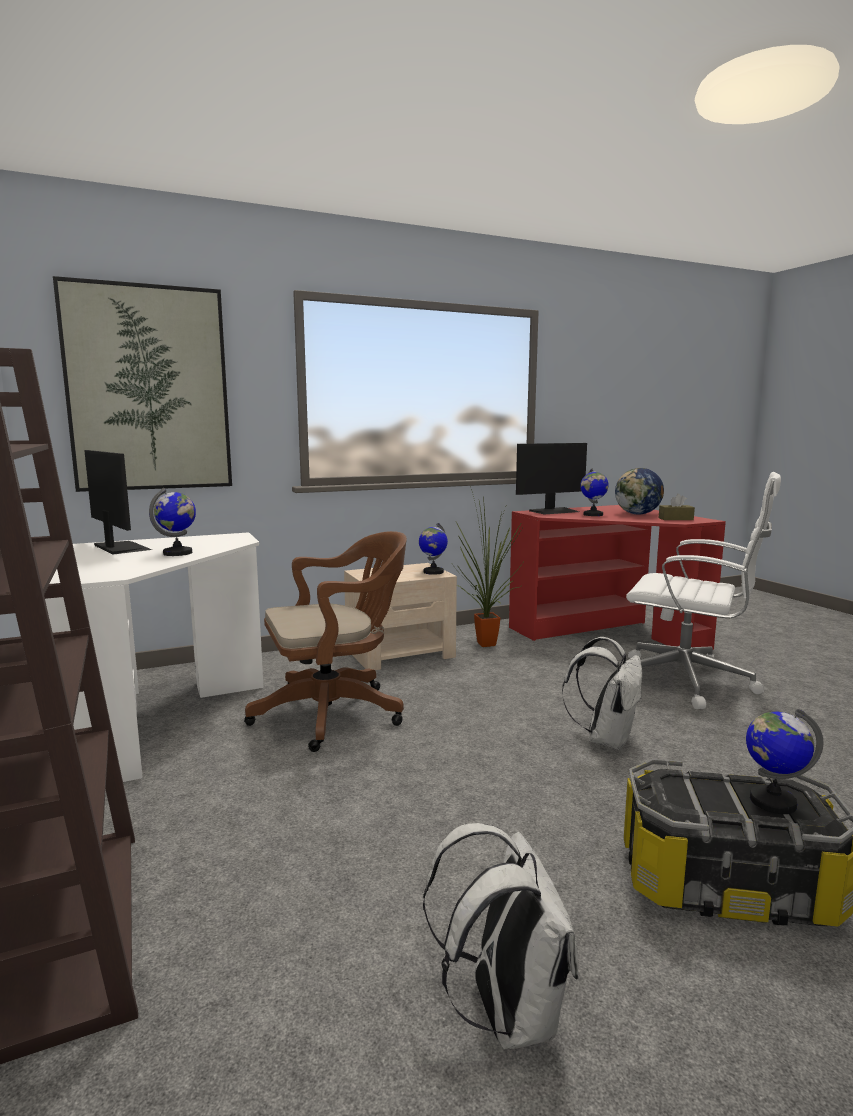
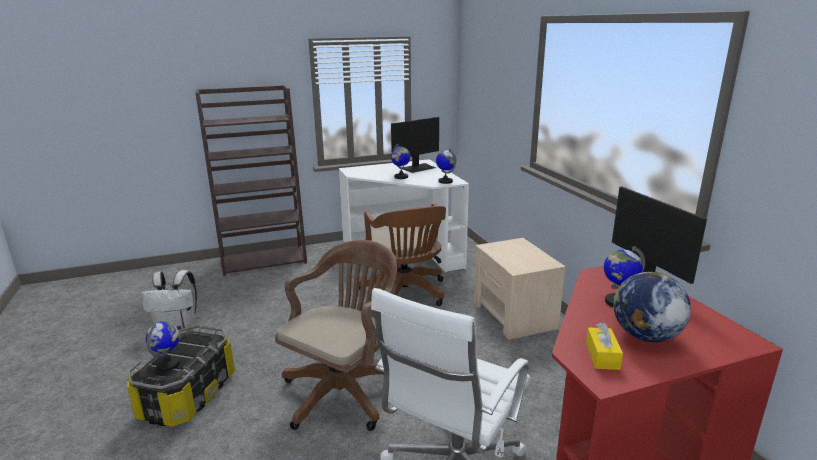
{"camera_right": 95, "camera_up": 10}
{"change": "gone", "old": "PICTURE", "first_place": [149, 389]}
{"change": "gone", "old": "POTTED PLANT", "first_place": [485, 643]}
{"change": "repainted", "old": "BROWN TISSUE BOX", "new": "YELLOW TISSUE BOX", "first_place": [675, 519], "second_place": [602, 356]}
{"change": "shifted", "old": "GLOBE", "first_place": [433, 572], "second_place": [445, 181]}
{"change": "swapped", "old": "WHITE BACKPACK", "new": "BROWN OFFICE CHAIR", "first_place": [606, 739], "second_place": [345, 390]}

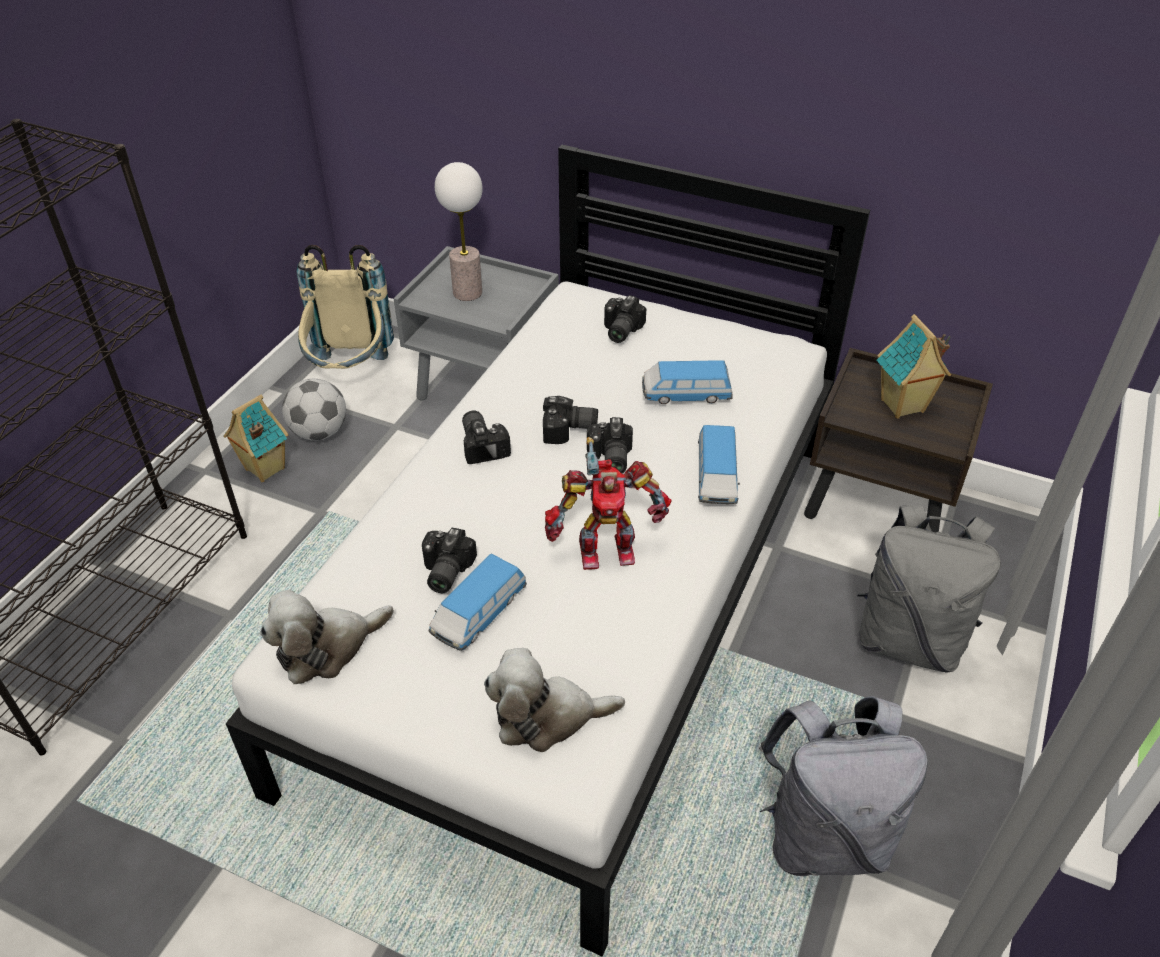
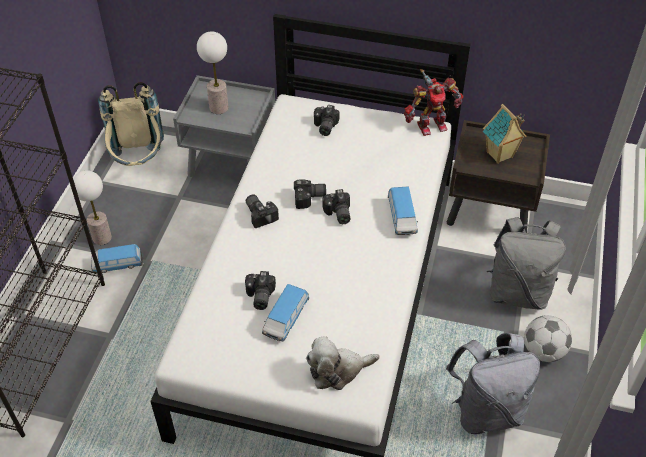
{"camera_right": -10, "camera_up": 5}
{"change": "shifted", "old": "TOY CAR", "first_place": [686, 395], "second_place": [117, 264]}
{"change": "shifted", "old": "FOOTBALL", "first_place": [319, 432], "second_place": [543, 351]}
{"change": "swapped", "old": "TOY HOUSE", "new": "TABLE LAMP", "first_place": [264, 469], "second_place": [101, 238]}
{"change": "shifted", "old": "TOY ROBOT", "first_place": [605, 548], "second_place": [430, 125]}
{"change": "gone", "old": "PLUSH TOY", "first_place": [326, 648]}

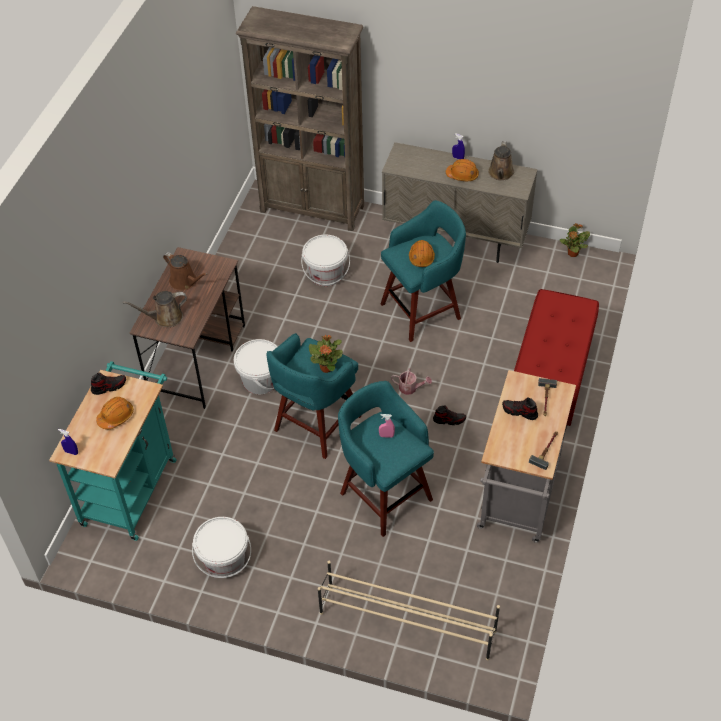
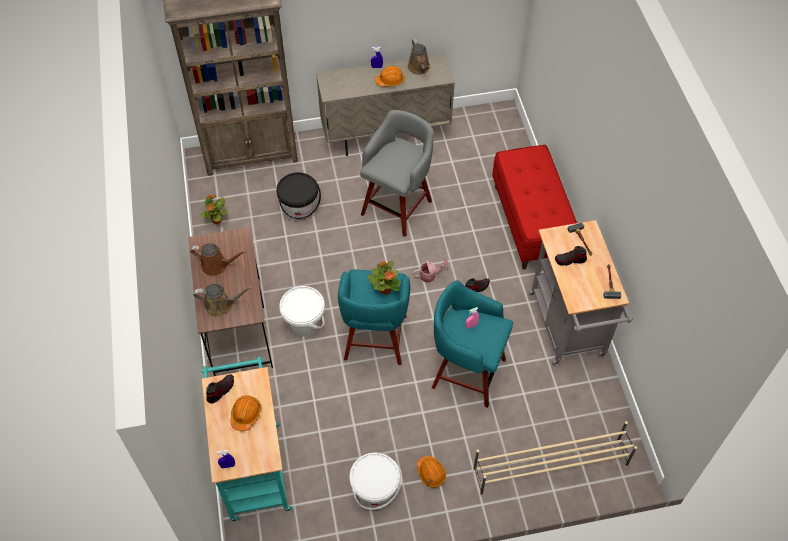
{"camera_right": -30, "camera_up": 5}
{"change": "repainted", "old": "TURQUOISE STOOL", "new": "GREY STOOL", "first_place": [423, 310], "second_place": [398, 206]}
{"change": "shifted", "old": "POTTED PLANT", "first_place": [572, 254], "second_place": [216, 221]}
{"change": "repainted", "old": "WHITE BUCKET", "new": "BLACK BUCKET", "first_place": [326, 274], "second_place": [299, 207]}
{"change": "shifted", "old": "ORANGE HARD HAT", "first_place": [421, 257], "second_place": [431, 473]}
{"change": "rotated", "old": "BROWN WATERING CAN", "first_place": [165, 318], "second_place": [221, 305], "degrees": -135}

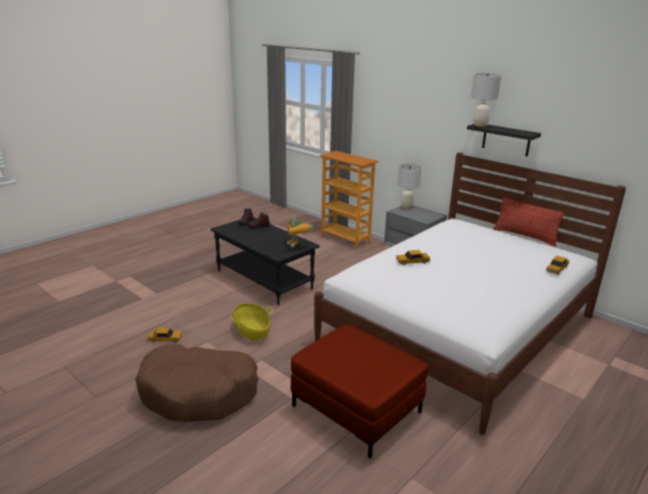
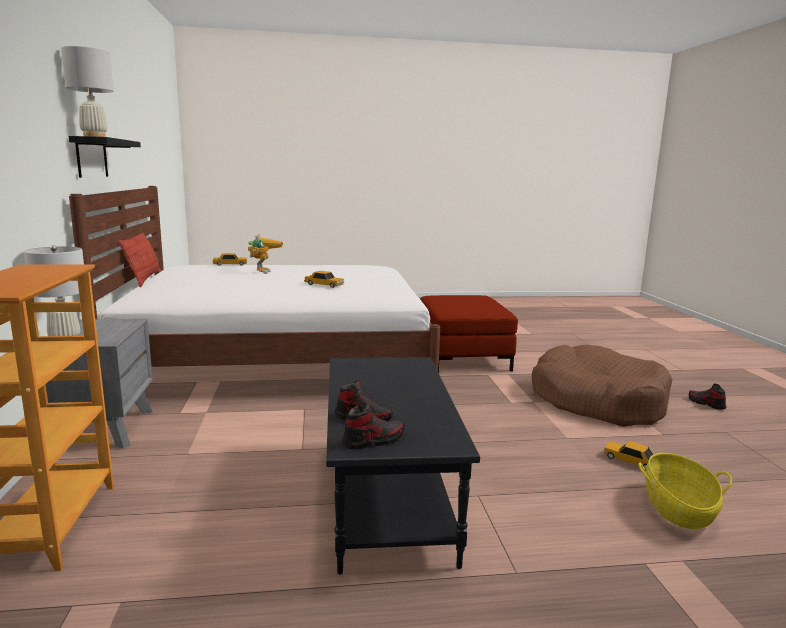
{"camera_right": -140, "camera_up": -10}
{"change": "shifted", "old": "TOY ROBOT", "first_place": [297, 246], "second_place": [262, 271]}
{"change": "shifted", "old": "BASKET", "first_place": [252, 331], "second_place": [678, 509]}
{"change": "new", "new": "SHOE", "second_place": [706, 404]}

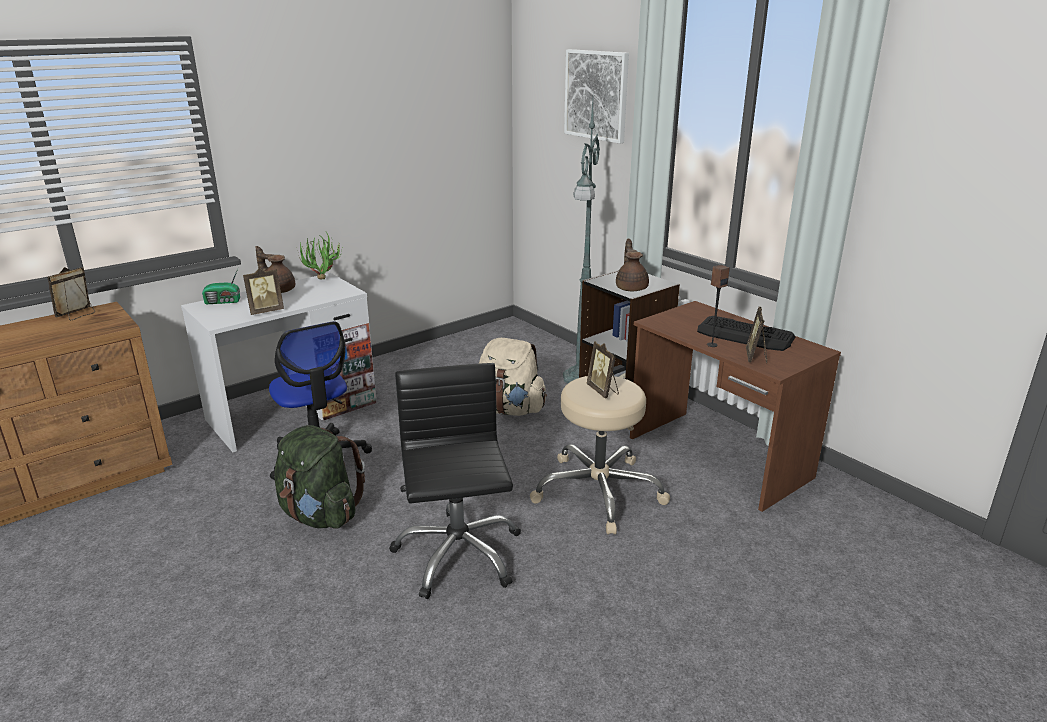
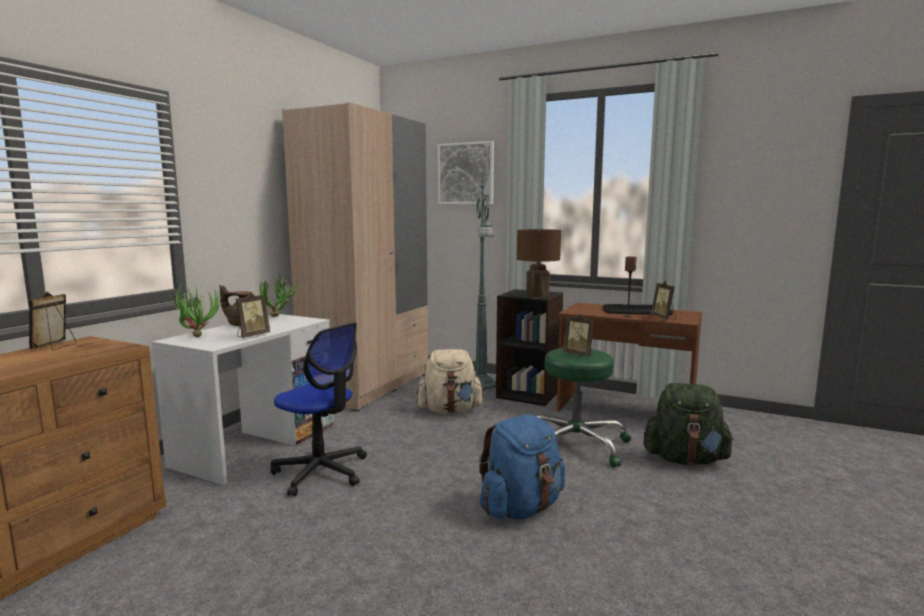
{"camera_right": -25, "camera_up": -15}
{"change": "swapped", "old": "BROWN TEAPOT", "new": "BROWN TABLE LAMP", "first_place": [631, 288], "second_place": [537, 295]}
{"change": "swapped", "old": "RADIO", "new": "POTTED PLANT", "first_place": [223, 302], "second_place": [197, 335]}
{"change": "swapped", "old": "BLACK OFFICE CHAIR", "new": "BLUE BACKPACK", "first_place": [457, 554], "second_place": [521, 508]}
{"change": "repainted", "old": "BEIGE STOOL", "new": "GREEN STOOL", "first_place": [599, 491], "second_place": [575, 444]}
{"change": "shifted", "old": "GREEN BACKPACK", "first_place": [320, 515], "second_place": [685, 459]}
{"change": "new", "new": "BEIGE WARDROBE", "second_place": [368, 386]}

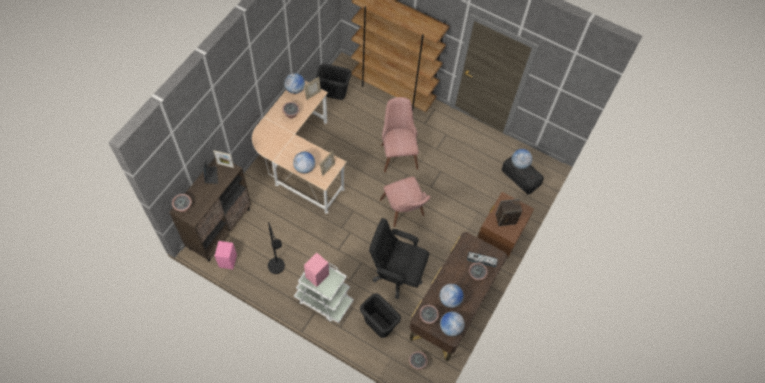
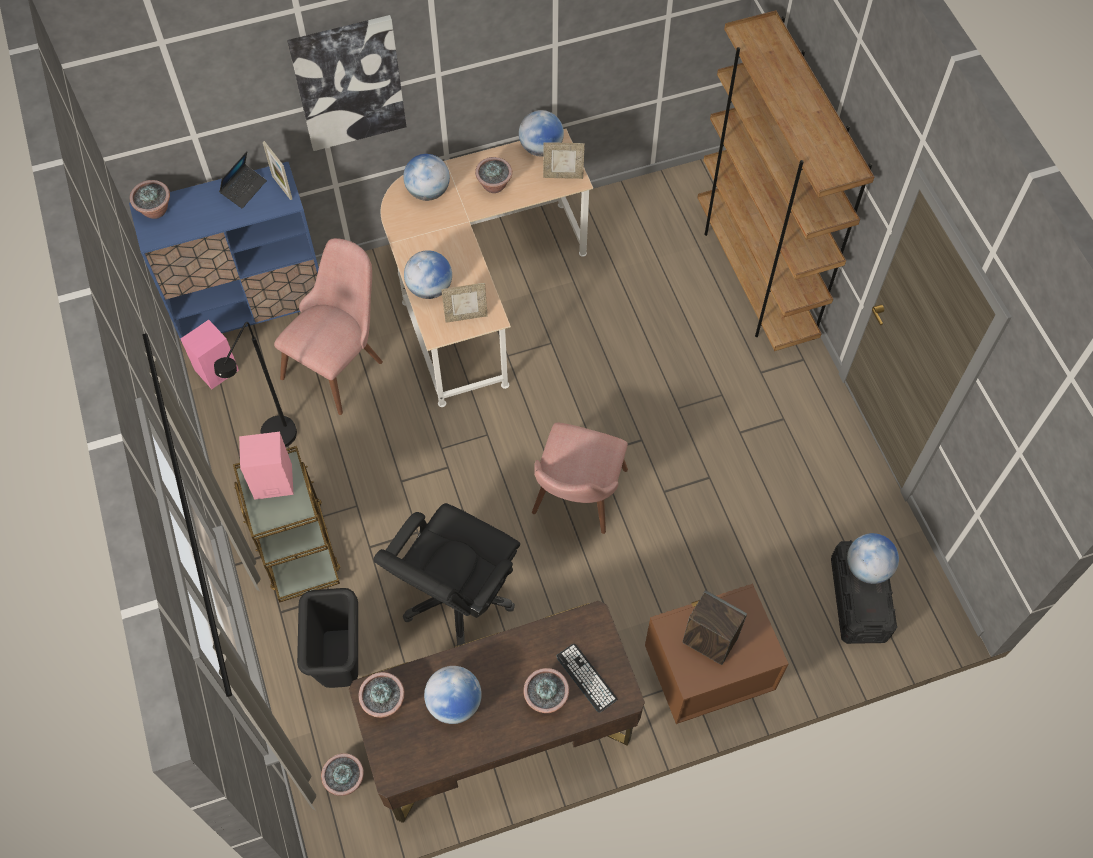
{"camera_right": 45, "camera_up": 0}
{"change": "gone", "old": "BLACK TRASH CAN", "first_place": [334, 97]}
{"change": "shifted", "old": "PINK CHAIR", "first_place": [398, 151], "second_place": [340, 361]}
{"change": "repainted", "old": "BROWN CABINET", "new": "BLUE CABINET", "first_place": [220, 228], "second_place": [253, 311]}
{"change": "rotated", "old": "BLACK OFFICE CHAIR", "first_place": [396, 274], "second_place": [457, 599], "degrees": -120}
{"change": "repainted", "old": "WHITE CART", "new": "BROWN CART", "first_place": [323, 300], "second_place": [298, 547]}
{"change": "shifted", "old": "GLOBE", "first_place": [450, 327], "second_place": [428, 192]}
{"change": "new", "new": "PICTURE", "second_place": [349, 83]}

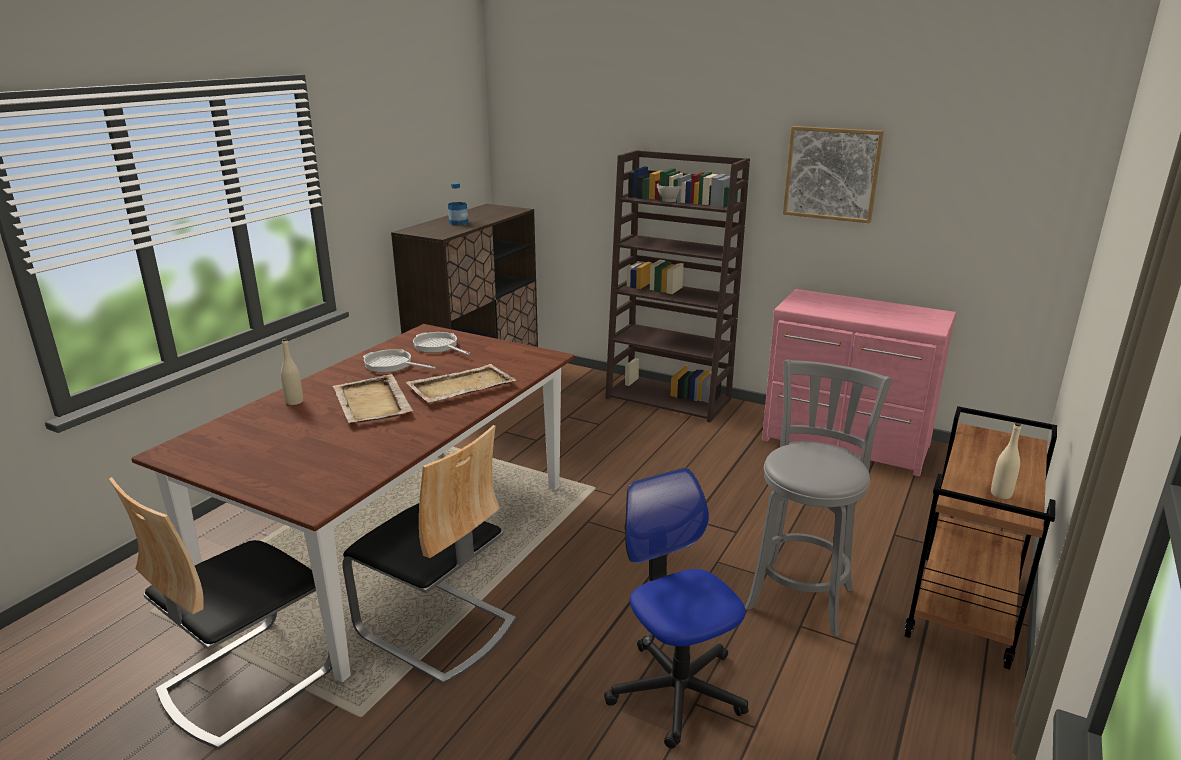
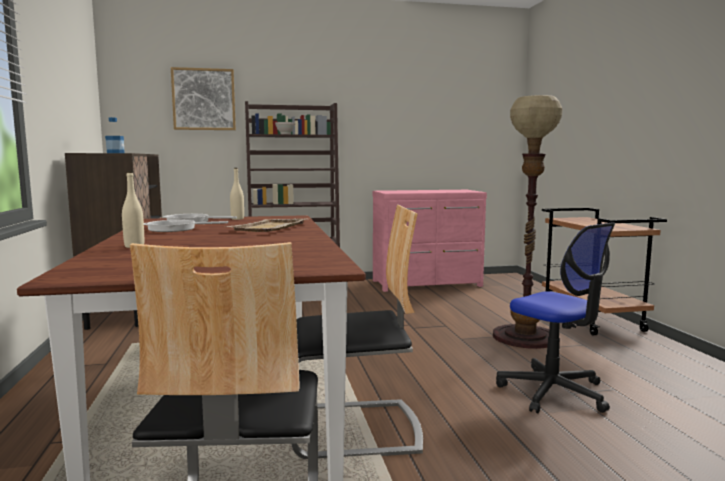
{"camera_right": -40, "camera_up": -15}
{"change": "shifted", "old": "PICTURE", "first_place": [831, 174], "second_place": [204, 99]}
{"change": "swapped", "old": "GREY STOOL", "new": "FLOOR LAMP", "first_place": [801, 595], "second_place": [525, 337]}
{"change": "gone", "old": "BEIGE TRAY", "first_place": [372, 403]}
{"change": "shifted", "old": "BEIGE BOTTLE", "first_place": [1001, 494], "second_place": [237, 219]}
{"change": "rotated", "old": "OFFICE CHAIR", "first_place": [677, 690], "second_place": [553, 392], "degrees": -150}

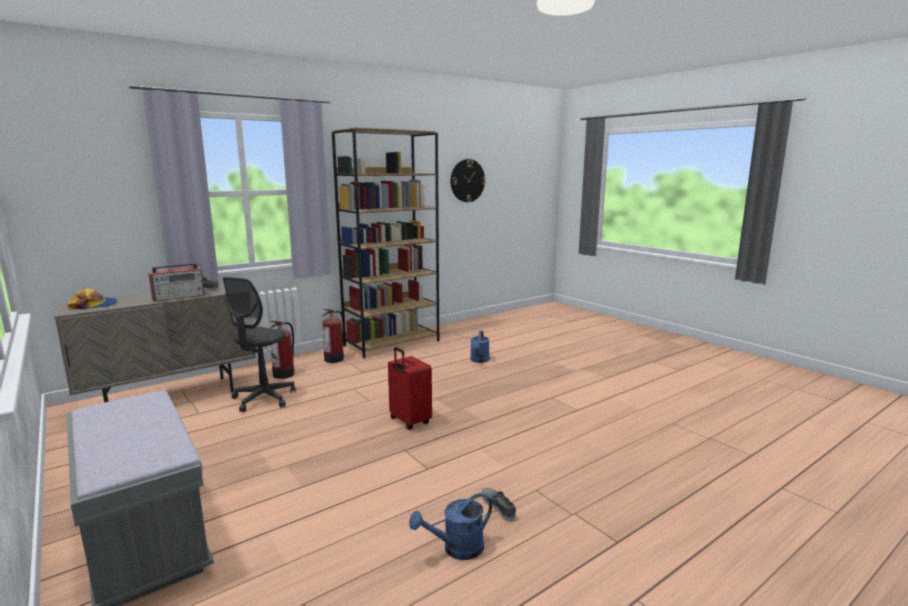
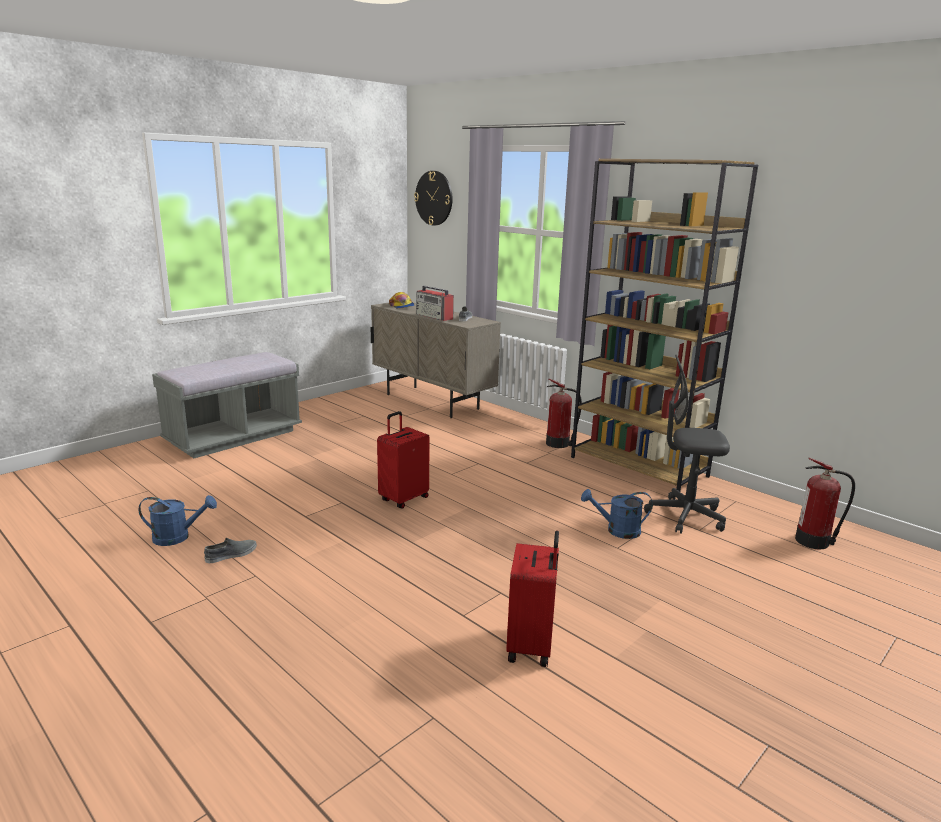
{"camera_right": 80, "camera_up": 5}
{"change": "shifted", "old": "WALL CLOCK", "first_place": [467, 180], "second_place": [434, 198]}
{"change": "shifted", "old": "GREY OFFICE CHAIR", "first_place": [264, 399], "second_place": [685, 516]}
{"change": "shifted", "old": "FIRE EXTINGUISHER", "first_place": [284, 374], "second_place": [814, 541]}
{"change": "rotated", "old": "BLUE WATERING CAN", "first_place": [456, 549], "second_place": [178, 537], "degrees": 120}
{"change": "new", "new": "RED SUITCASE", "second_place": [531, 646]}

